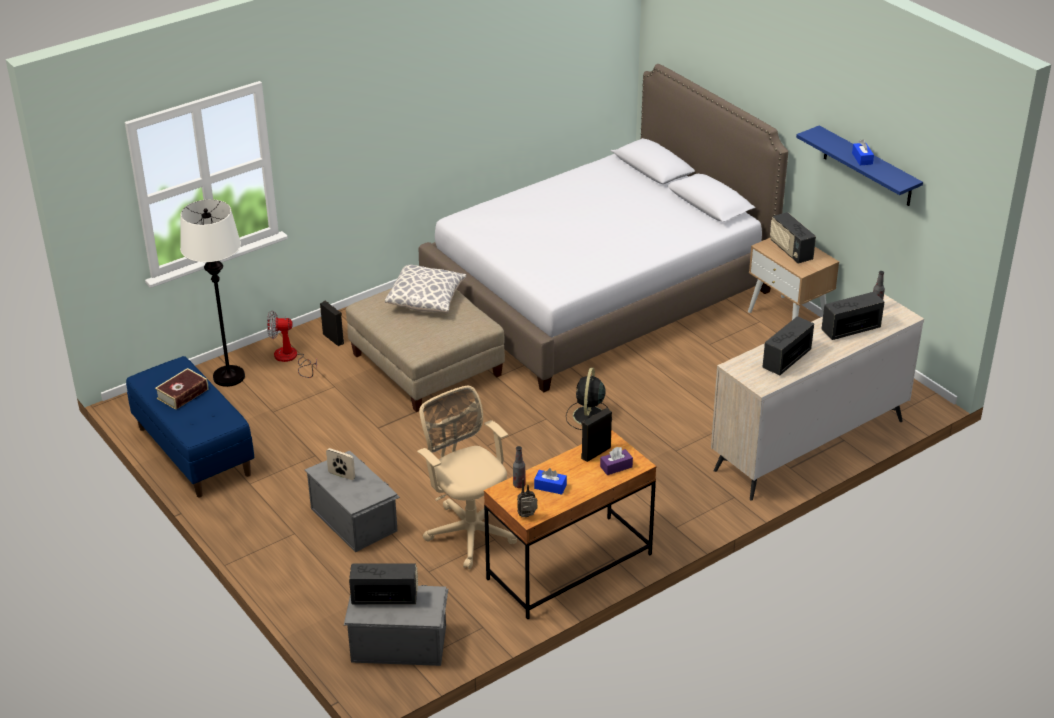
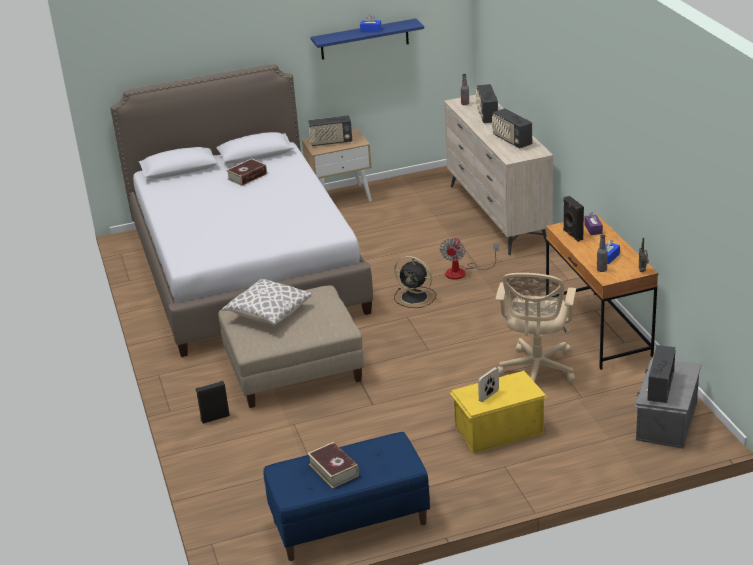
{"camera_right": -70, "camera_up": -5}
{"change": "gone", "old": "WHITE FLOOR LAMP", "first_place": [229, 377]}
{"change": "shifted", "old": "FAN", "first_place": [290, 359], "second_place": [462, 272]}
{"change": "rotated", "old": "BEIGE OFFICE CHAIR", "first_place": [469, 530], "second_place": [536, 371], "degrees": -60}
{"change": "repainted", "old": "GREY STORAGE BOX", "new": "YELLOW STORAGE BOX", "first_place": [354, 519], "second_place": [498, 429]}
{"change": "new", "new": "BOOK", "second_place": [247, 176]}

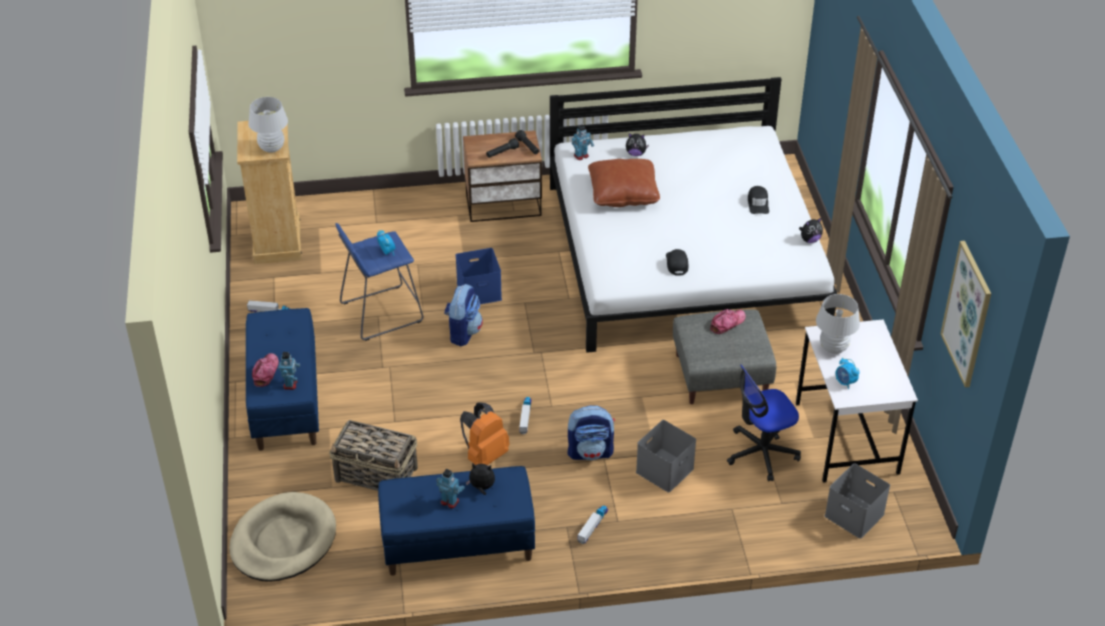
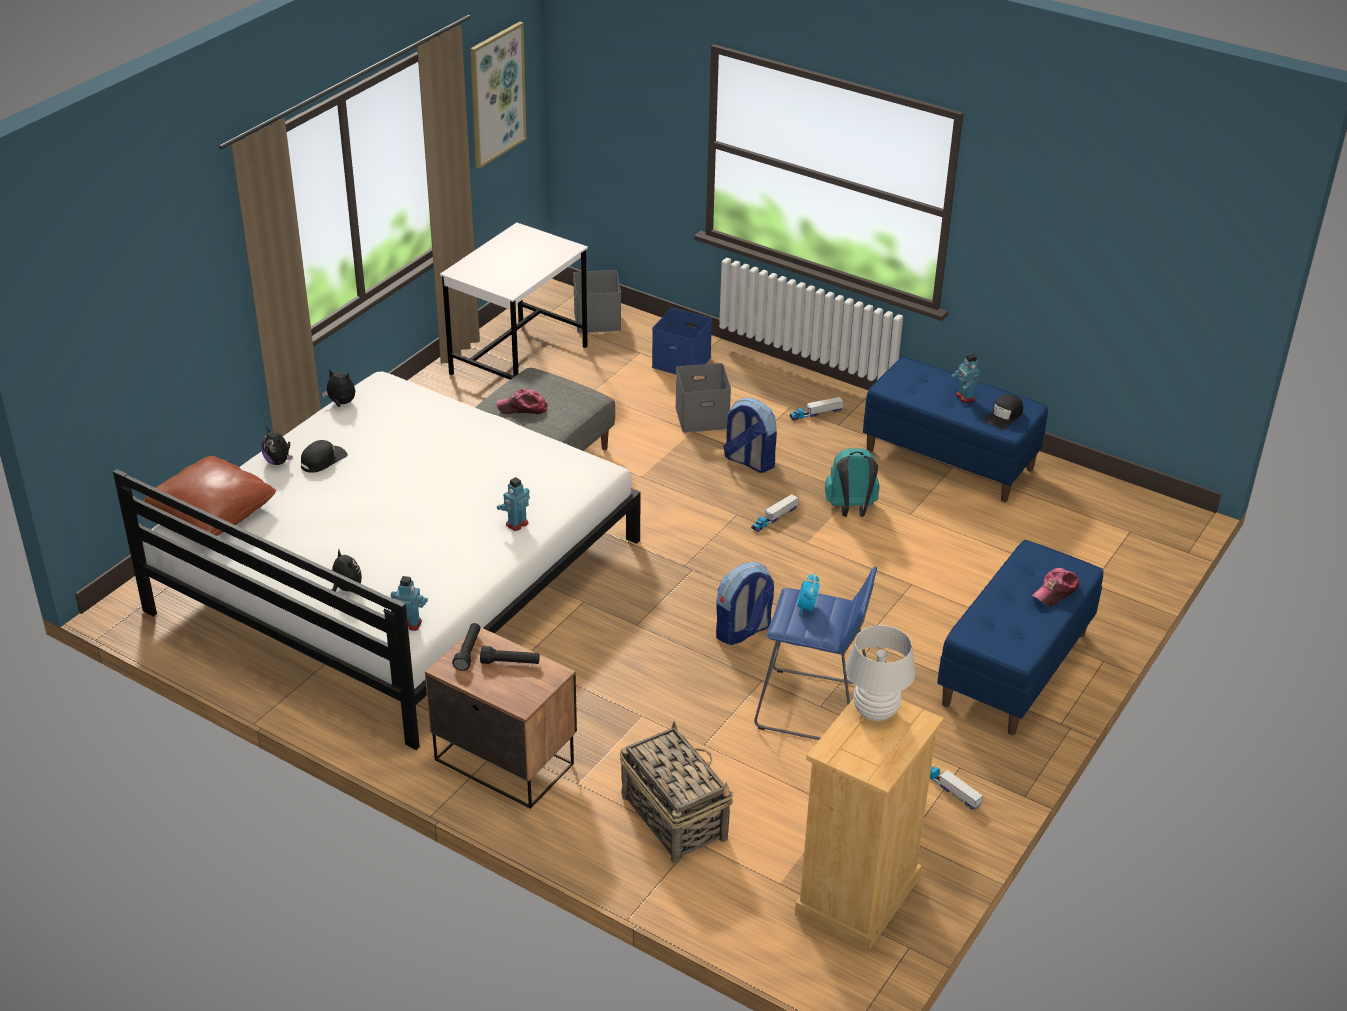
{"camera_right": -140, "camera_up": -5}
{"change": "shifted", "old": "BROWN PILLOW", "first_place": [623, 193], "second_place": [212, 513]}
{"change": "shifted", "old": "BLUE STORAGE BOX", "first_place": [479, 290], "second_place": [680, 362]}
{"change": "shifted", "old": "BLACK CAP", "first_place": [677, 263], "second_place": [1004, 416]}
{"change": "gone", "old": "WHITE TABLE LAMP", "first_place": [833, 348]}
{"change": "shifted", "old": "TOY ROBOT", "first_place": [291, 384], "second_place": [516, 523]}
{"change": "gone", "old": "ALARM CLOCK", "first_place": [845, 382]}
{"change": "gone", "old": "OFFICE CHAIR", "first_place": [761, 453]}
{"change": "repainted", "old": "ORANGE BACKPACK", "new": "TURQUOISE BACKPACK", "first_place": [484, 455], "second_place": [851, 509]}
{"change": "shifted", "old": "BASKET", "first_place": [377, 475], "second_place": [673, 816]}
{"change": "shifted", "old": "PLUSH TOY", "first_place": [482, 487], "second_place": [278, 461]}
{"change": "gone", "old": "BEIGE DOG BED", "first_place": [283, 541]}

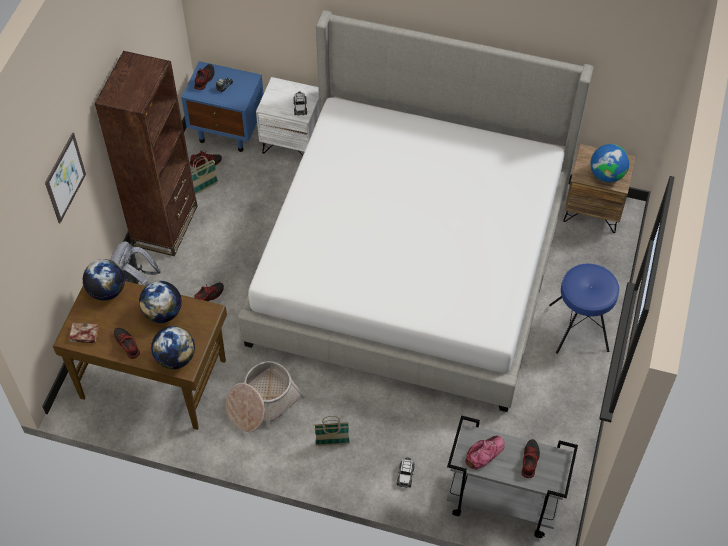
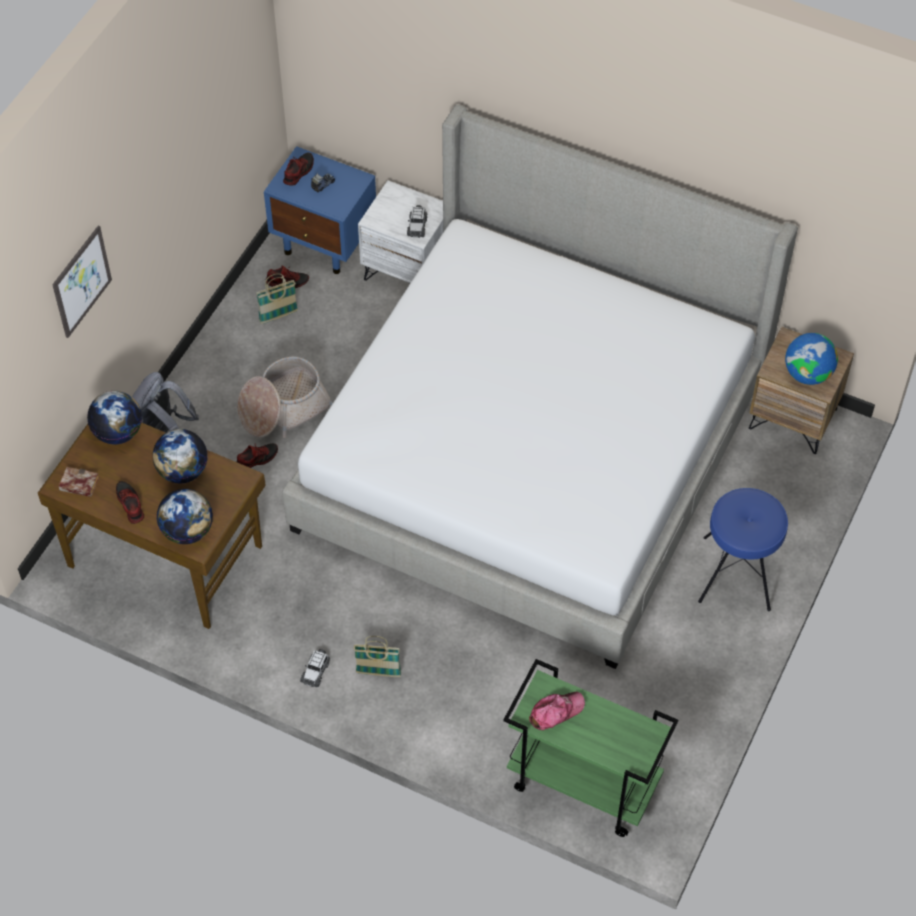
{"camera_right": 10, "camera_up": 0}
{"change": "gone", "old": "BROWN BOOKCASE", "first_place": [165, 225]}
{"change": "shifted", "old": "BASKET", "first_place": [262, 403], "second_place": [283, 408]}
{"change": "repainted", "old": "GREY CART", "new": "GREEN CART", "first_place": [501, 502], "second_place": [581, 783]}
{"change": "gone", "old": "SHOE", "first_place": [529, 460]}
{"change": "shifted", "old": "TOY CAR", "first_place": [405, 475], "second_place": [315, 671]}

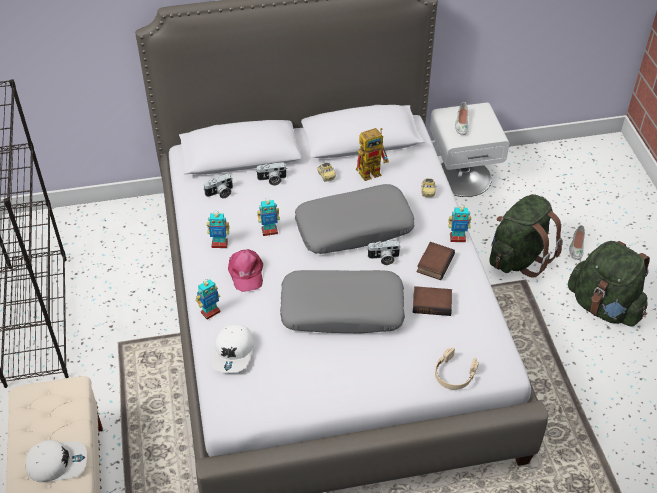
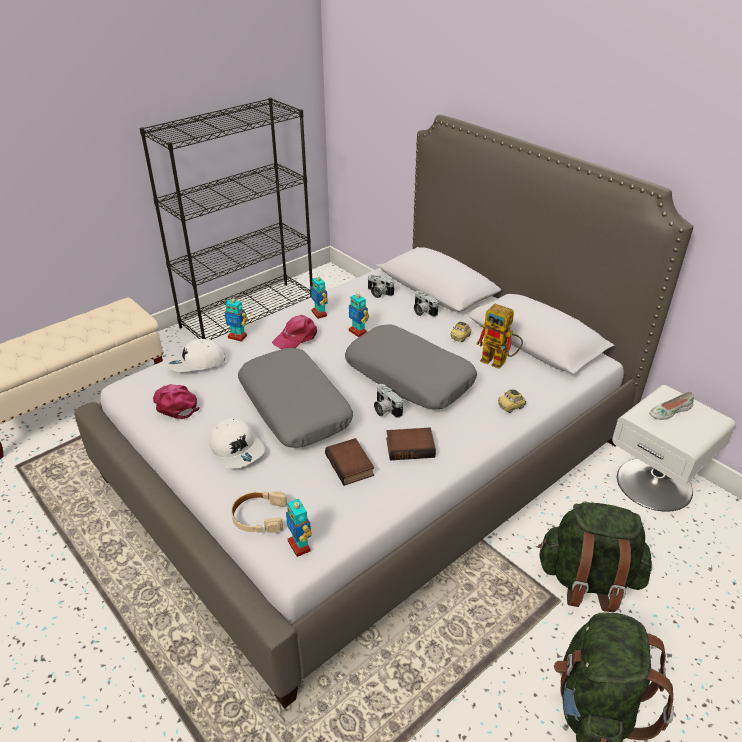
{"camera_right": 60, "camera_up": -10}
{"change": "shifted", "old": "TOY ROBOT", "first_place": [457, 238], "second_place": [299, 546]}
{"change": "gone", "old": "WHITE SHOE", "first_place": [576, 247]}
{"change": "shifted", "old": "WHITE CAP", "first_place": [57, 463], "second_place": [237, 449]}
{"change": "new", "new": "PINK CAP", "second_place": [175, 404]}

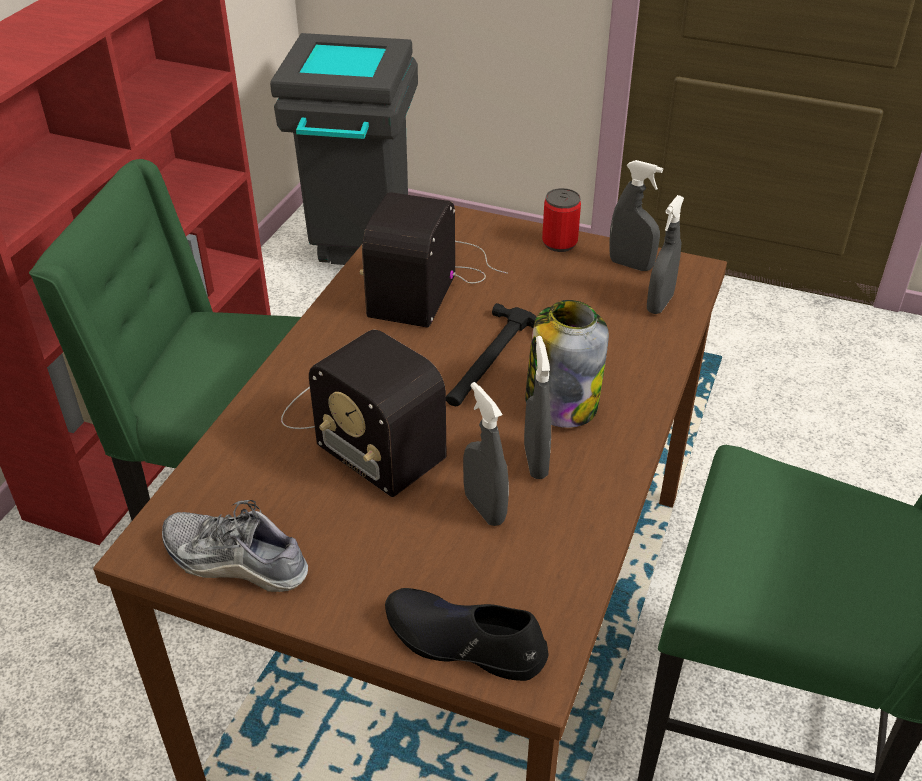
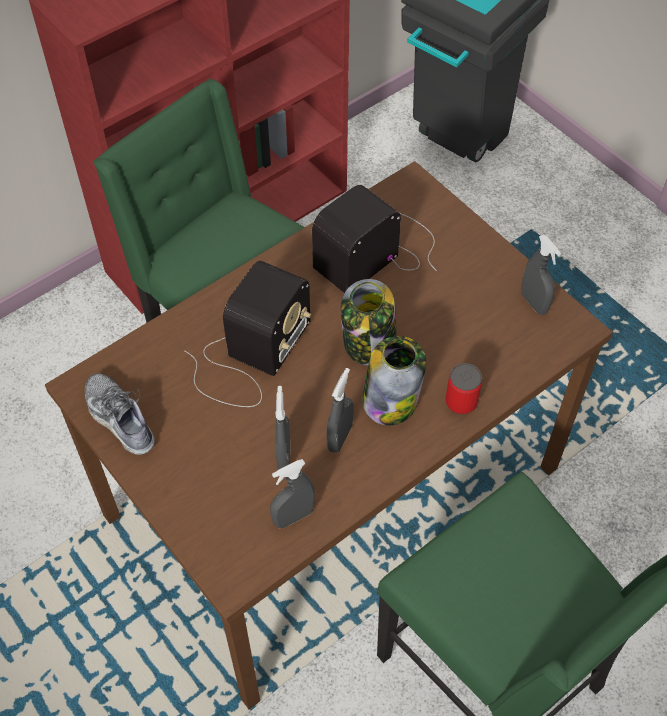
{"camera_right": 30, "camera_up": 15}
{"change": "shifted", "old": "CAN", "first_place": [559, 243], "second_place": [461, 402]}
{"change": "shifted", "old": "GREY SPRAY BOTTLE", "first_place": [659, 304], "second_place": [293, 517]}
{"change": "swapped", "old": "HAMMER", "new": "JAR", "first_place": [490, 360], "second_place": [369, 343]}
{"change": "rotated", "old": "RADIO", "first_place": [359, 427], "second_place": [249, 357], "degrees": -135}
{"change": "gone", "old": "BLACK SHOE", "first_place": [463, 642]}

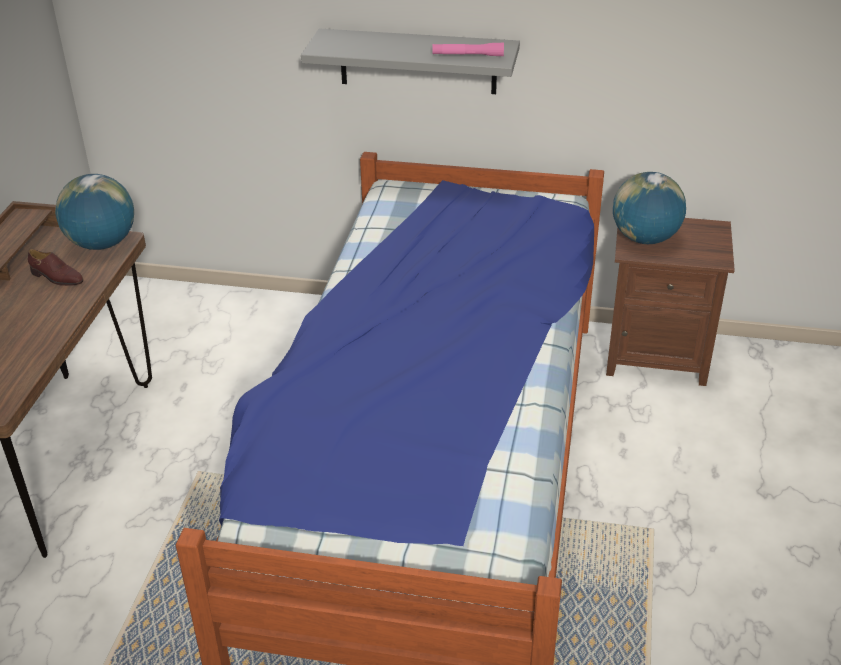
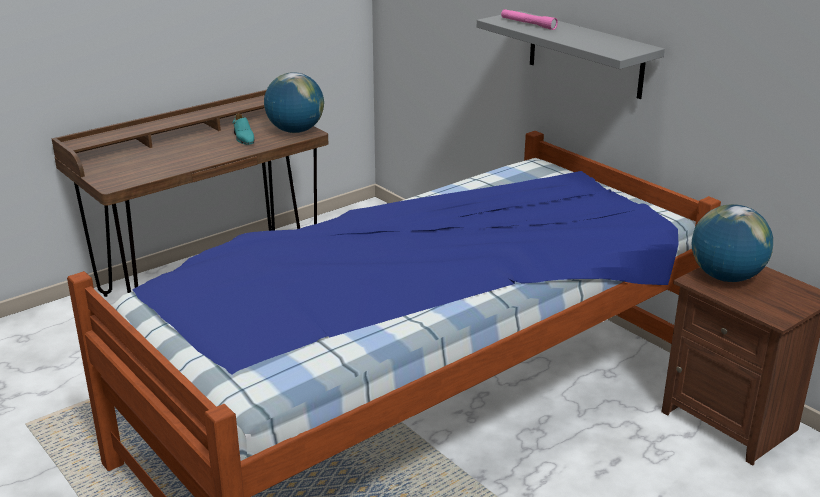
{"camera_right": 40, "camera_up": -10}
{"change": "shifted", "old": "PINK FLASHLIGHT", "first_place": [468, 55], "second_place": [528, 24]}
{"change": "repainted", "old": "BROWN SHOE", "new": "TURQUOISE SHOE", "first_place": [57, 278], "second_place": [243, 138]}

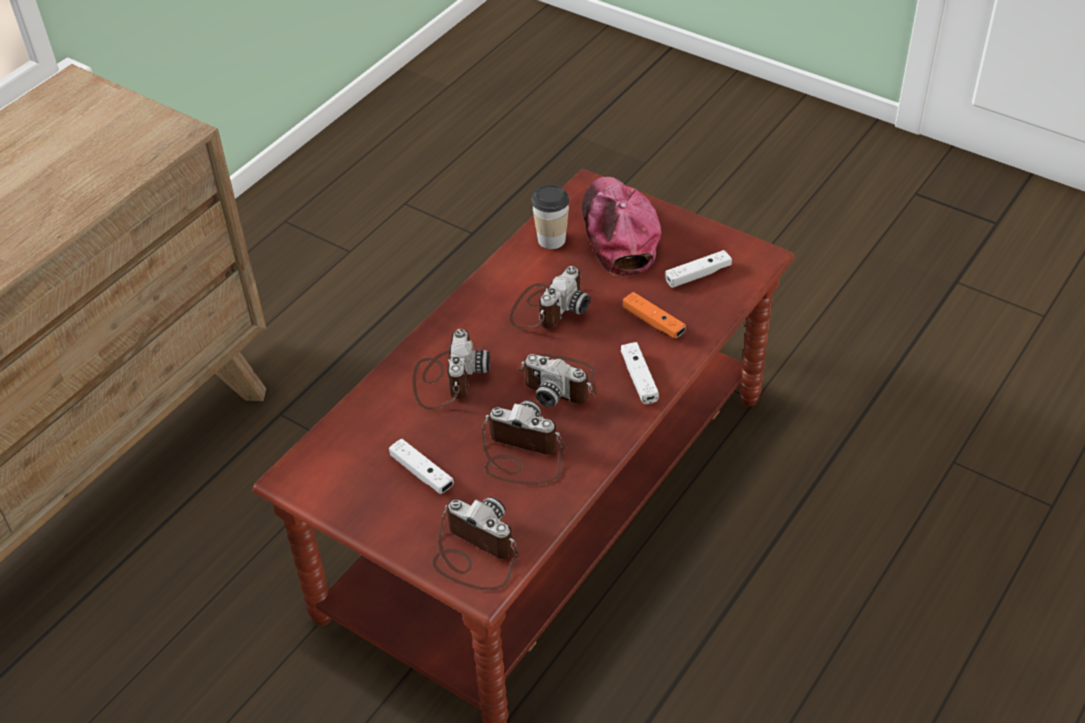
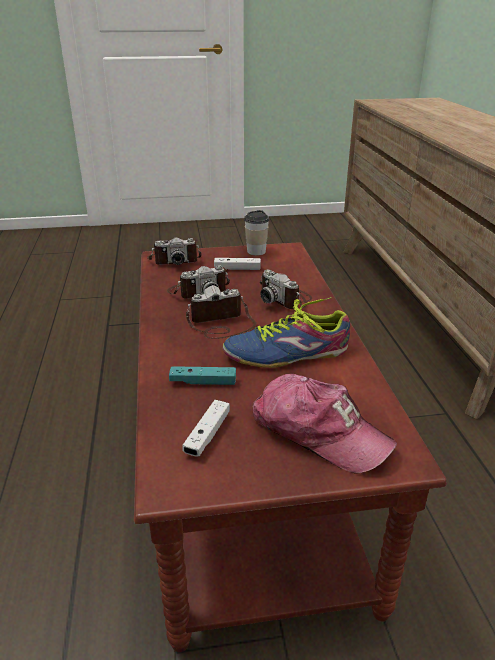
{"camera_right": 135, "camera_up": -15}
{"change": "shifted", "old": "CUP", "first_place": [551, 239], "second_place": [256, 251]}
{"change": "swapped", "old": "PHOTO CAMERA", "new": "SHOE", "first_place": [547, 307], "second_place": [287, 354]}
{"change": "repainted", "old": "ORANGE GAME CONTROLLER", "new": "TURQUOISE GAME CONTROLLER", "first_place": [653, 322], "second_place": [203, 382]}
{"change": "gone", "old": "WHITE GAME CONTROLLER", "first_place": [639, 378]}

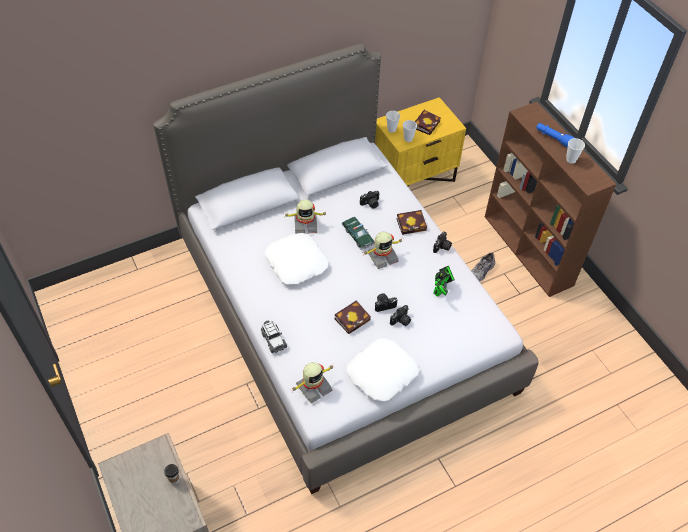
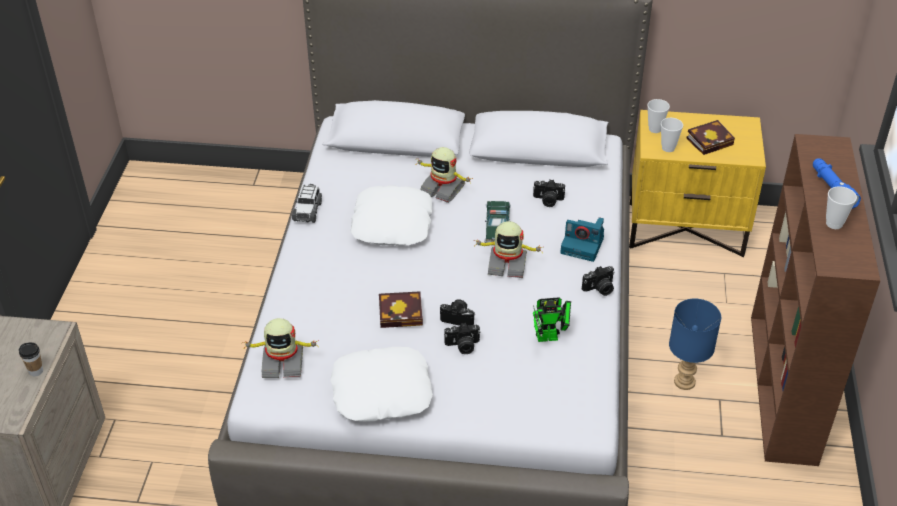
{"camera_right": 35, "camera_up": -10}
{"change": "swapped", "old": "BOOK", "new": "PHOTO CAMERA", "first_place": [412, 224], "second_place": [583, 245]}
{"change": "swapped", "old": "GREY SHOE", "new": "BLUE TABLE LAMP", "first_place": [481, 272], "second_place": [685, 382]}
{"change": "shifted", "old": "TOY CAR", "first_place": [273, 340], "second_place": [308, 211]}

